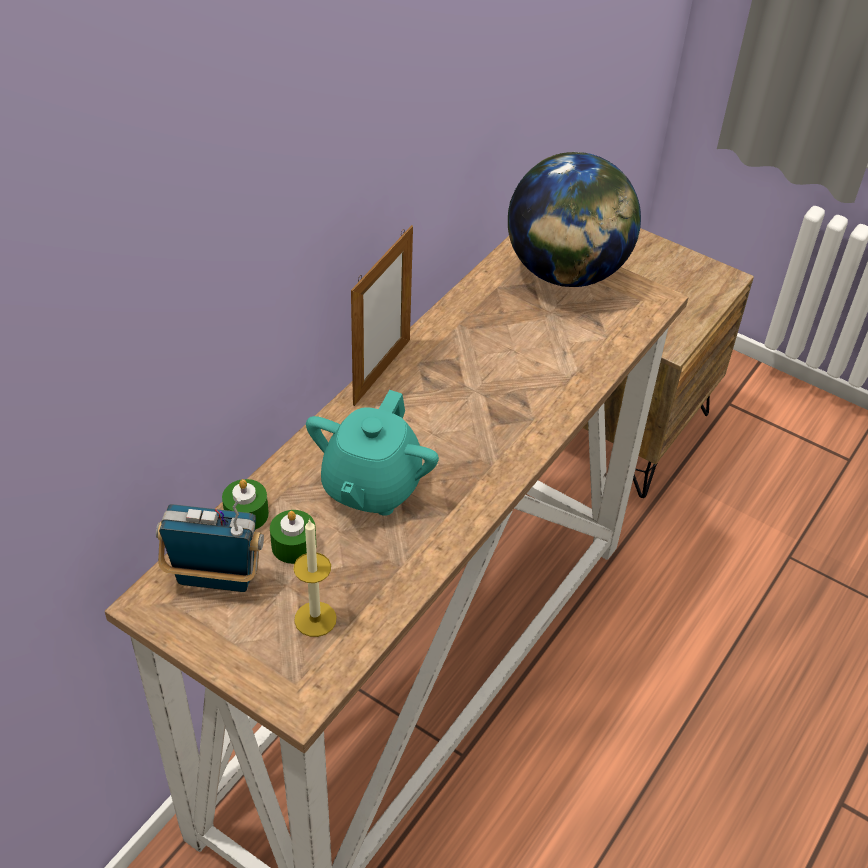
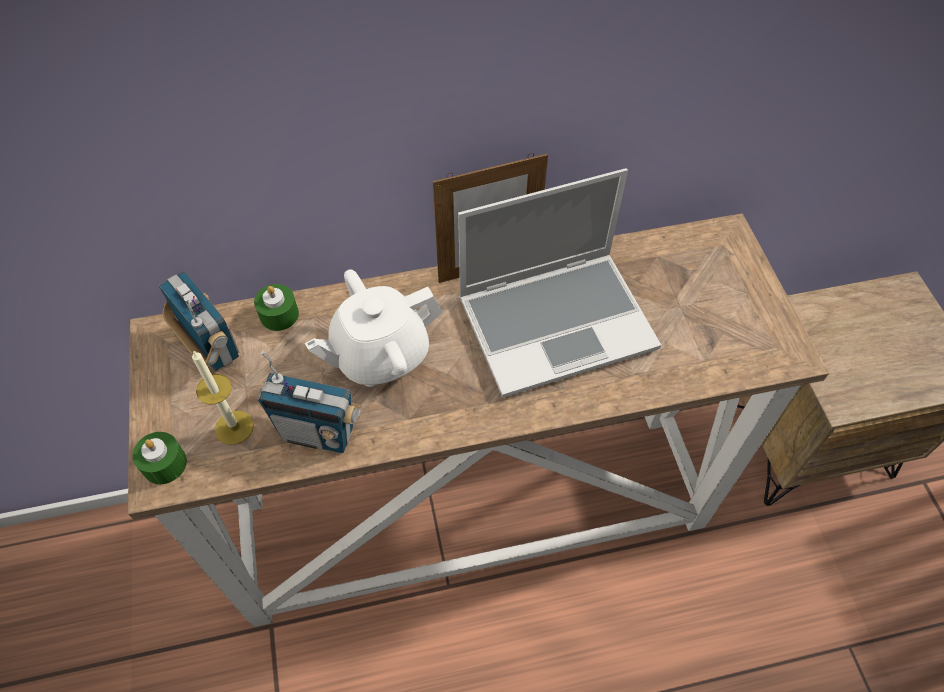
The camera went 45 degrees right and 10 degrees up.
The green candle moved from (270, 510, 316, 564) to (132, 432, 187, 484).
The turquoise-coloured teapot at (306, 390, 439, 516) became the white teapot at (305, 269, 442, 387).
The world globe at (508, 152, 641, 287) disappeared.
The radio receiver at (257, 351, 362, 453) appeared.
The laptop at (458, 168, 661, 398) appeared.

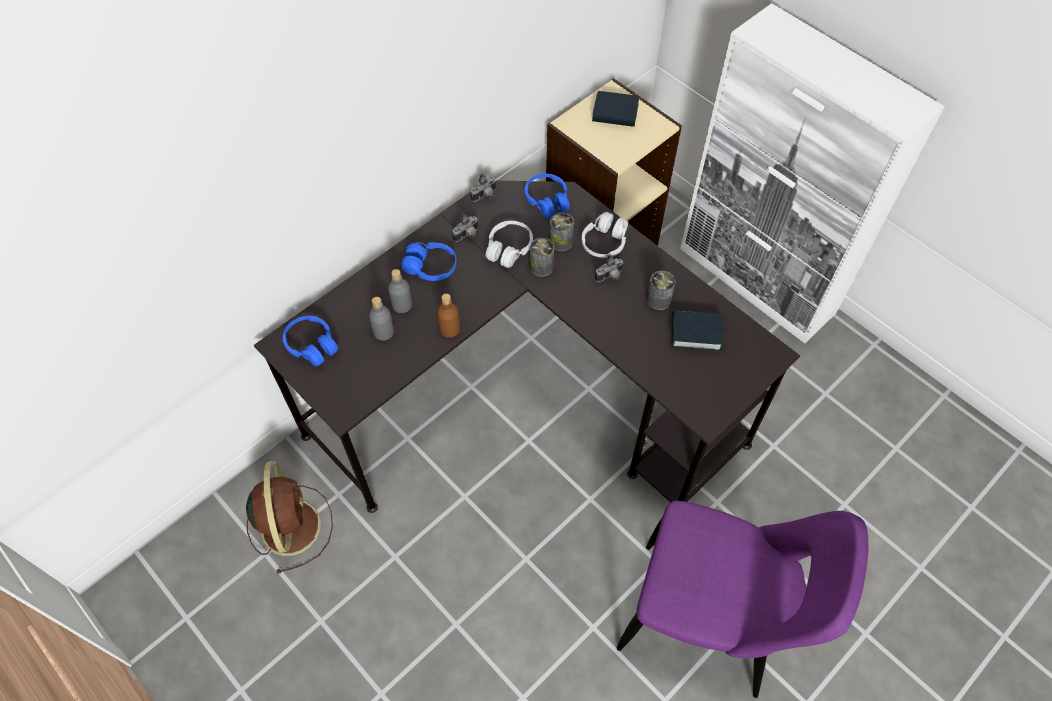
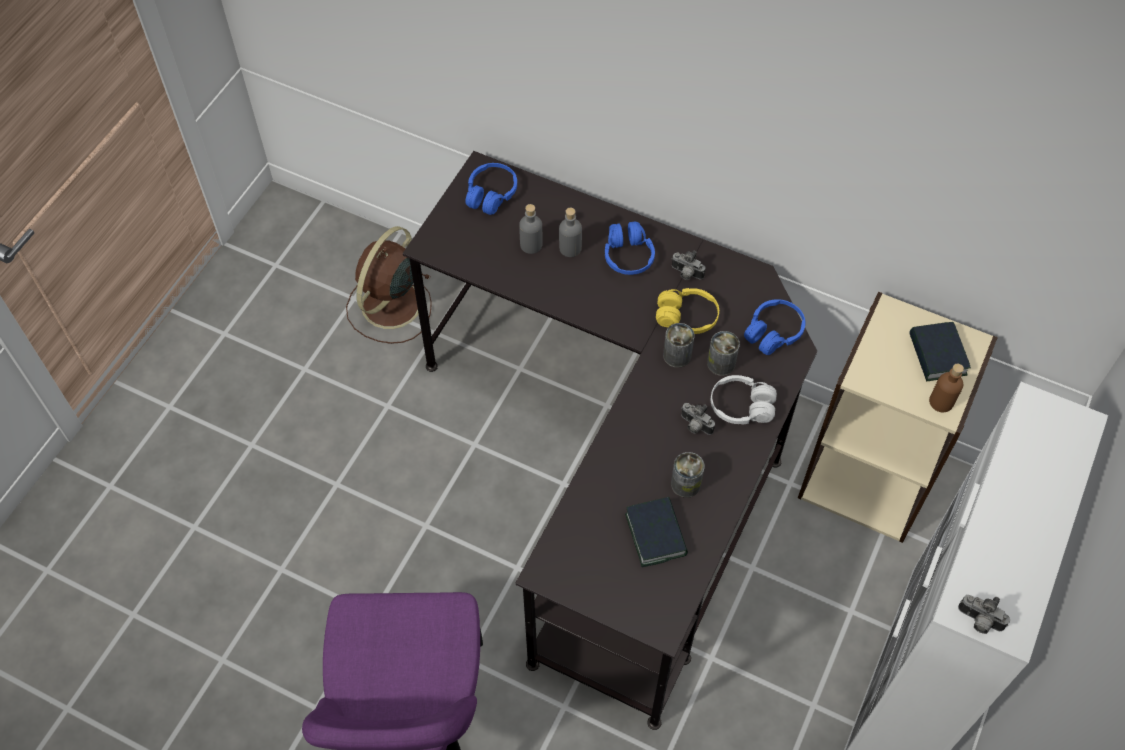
The camera went 70 degrees right and 0 degrees up.
The brownish cooling fan at (246, 461, 333, 574) turned 150 degrees clockwise.
The brownish beverage bottle moved from (437, 294, 460, 338) to (929, 364, 964, 412).
The photo camera moved from (470, 174, 496, 202) to (958, 595, 1010, 634).
The white headphones at (485, 221, 533, 268) became the yellow-coloured headphones at (656, 288, 719, 334).

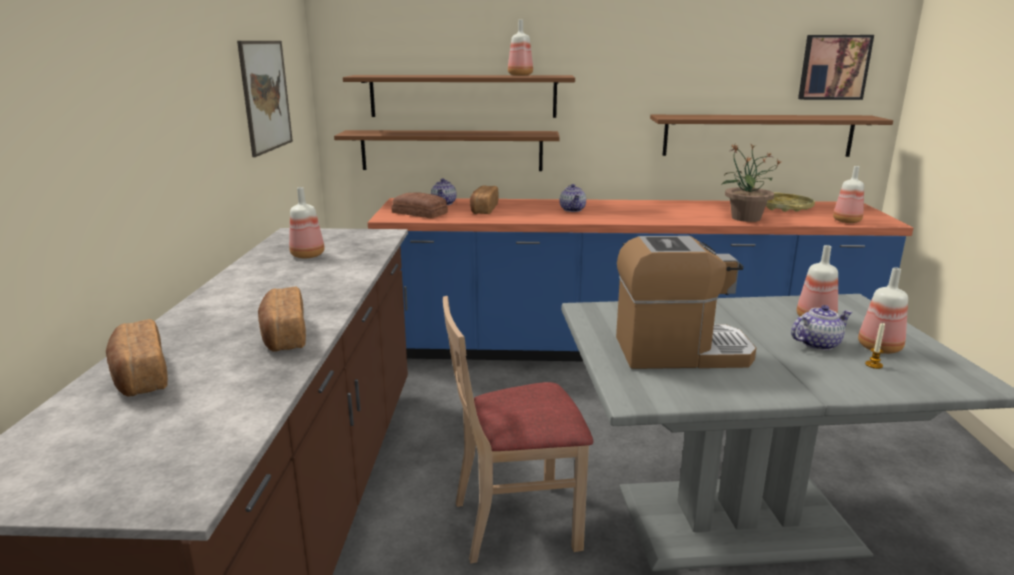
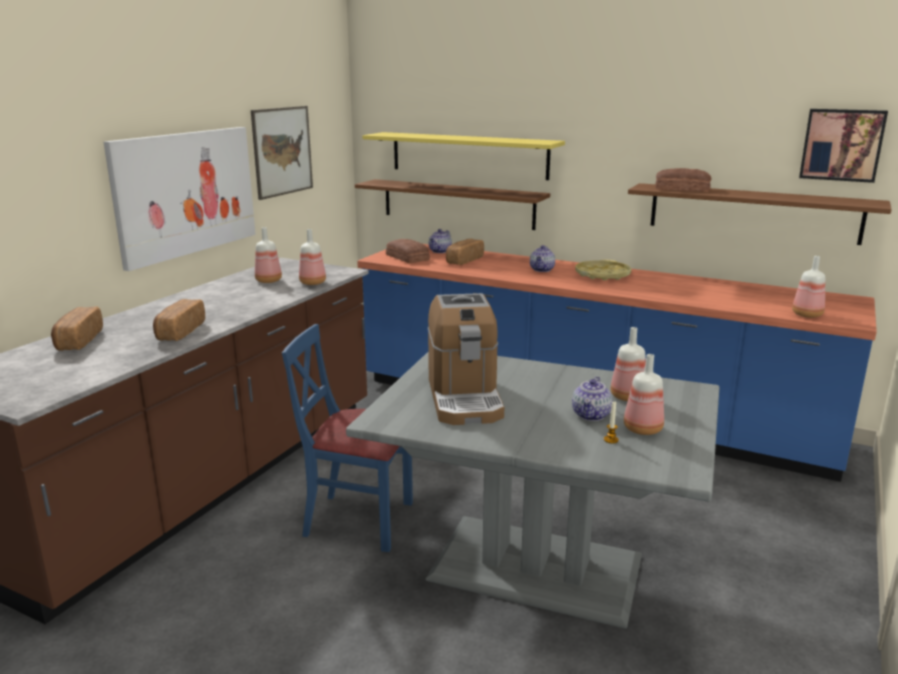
The camera went 25 degrees right and 0 degrees up.
The brownish bracket shelf at (343, 75, 575, 118) became the yellow-coloured bracket shelf at (362, 132, 565, 180).
The sand-coloured plain chair at (443, 296, 593, 563) became the bluish plain chair at (282, 324, 413, 552).
The beverage bottle moved from (508, 20, 533, 76) to (299, 229, 326, 285).
The coffee machine at (616, 236, 756, 369) turned 60 degrees clockwise.
The potted plant at (721, 144, 781, 222) disappeared.
The yellow-coloured carrying tray moved from (766, 192, 815, 212) to (575, 260, 632, 281).
The teapot at (791, 305, 852, 351) turned 105 degrees clockwise.
The wall picture at (104, 127, 256, 271) appeared.
The baked bread at (655, 168, 711, 192) appeared.

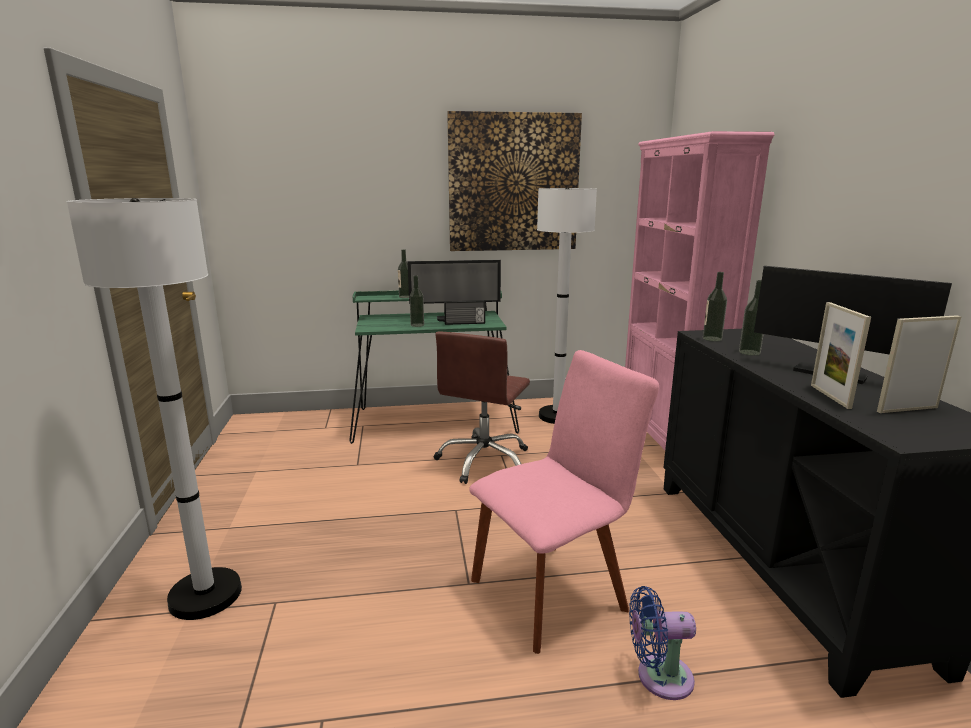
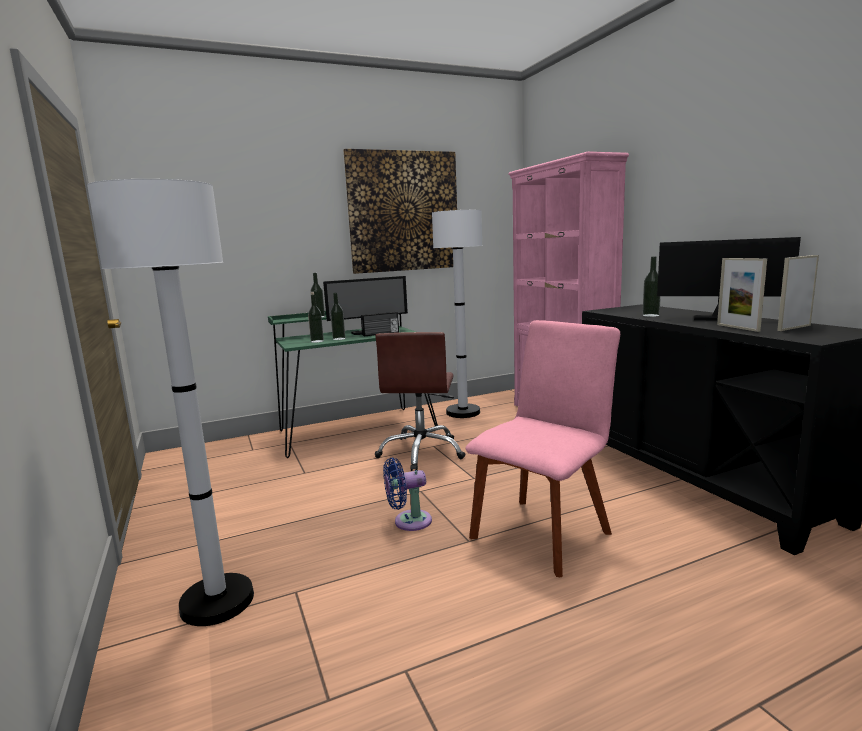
The camera went 15 degrees left and 5 degrees down.
The bluish cooling fan moved from (629, 586, 696, 700) to (383, 458, 432, 531).
The beverage bottle moved from (703, 272, 727, 341) to (308, 294, 324, 343).

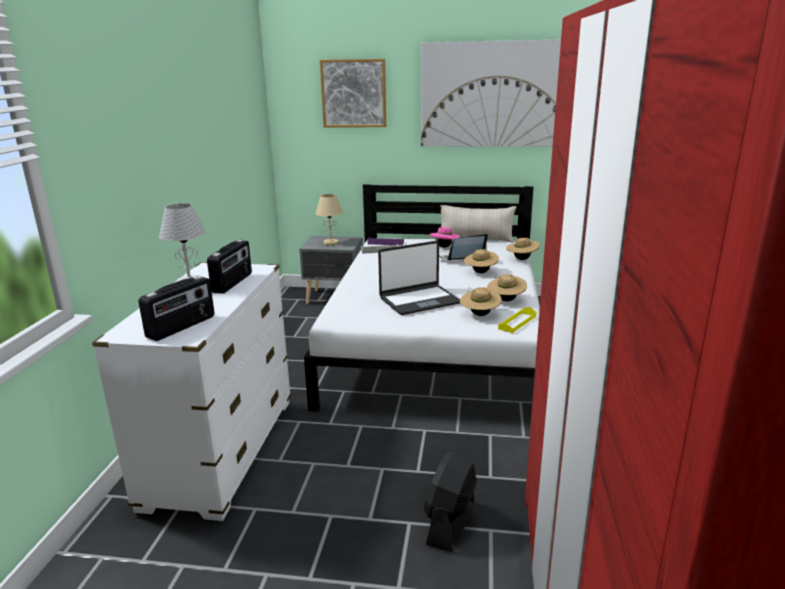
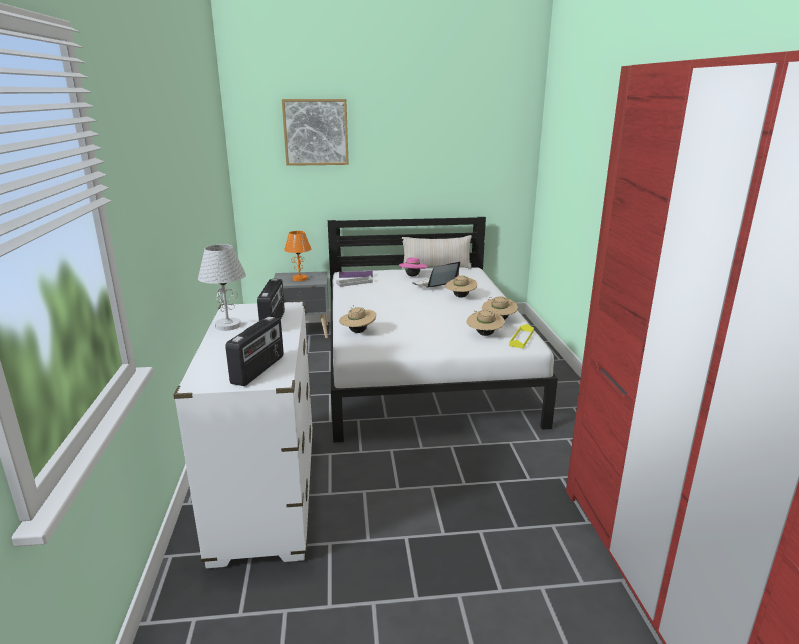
The camera went 15 degrees left and 0 degrees up.
The sand-coloured lamp for a table at (316, 194, 343, 246) became the orange lamp for a table at (284, 231, 311, 281).
The laptop at (378, 241, 460, 315) disappeared.
The wall picture at (421, 39, 561, 147) disappeared.
The blackish cooling fan at (424, 451, 477, 552) disappeared.
The sand-coloured wearable hat moved from (506, 236, 540, 260) to (339, 305, 376, 333).

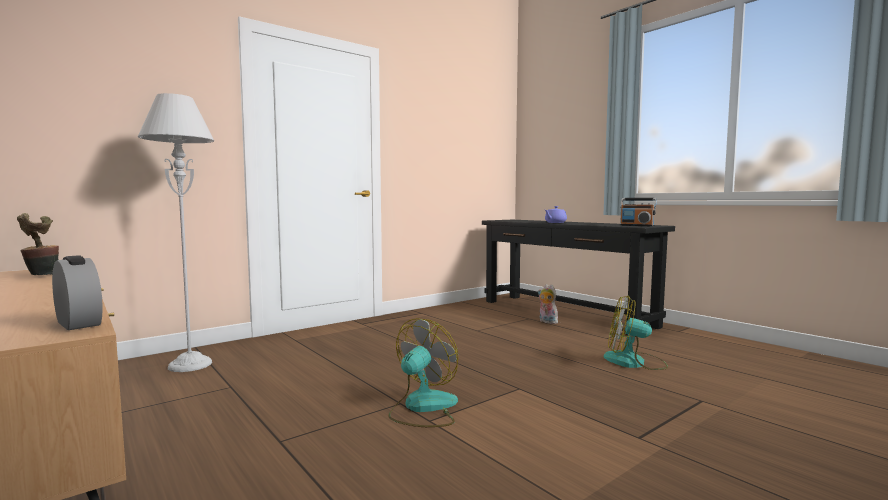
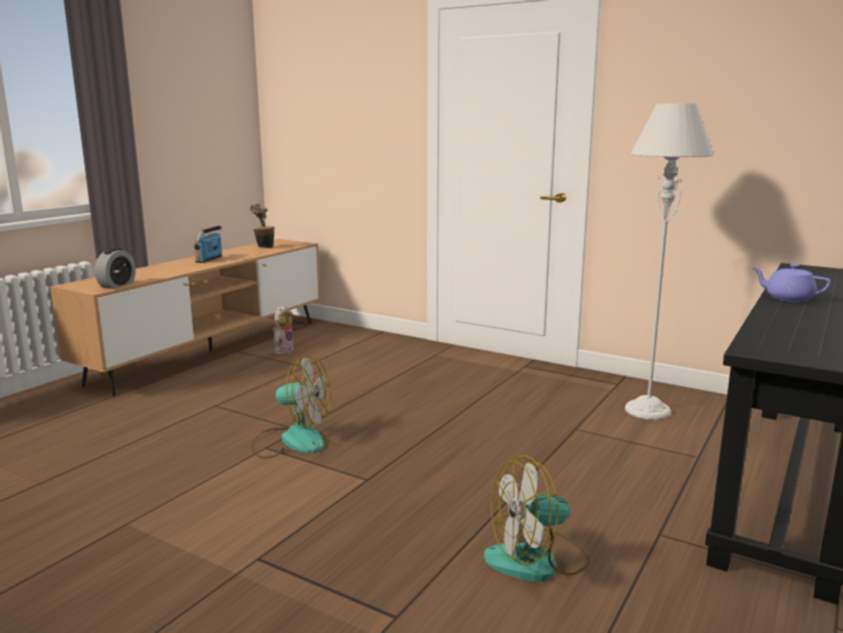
The camera went 70 degrees right and 10 degrees up.
The gray standing lamp moved from (138, 93, 214, 372) to (625, 104, 714, 420).
The cuddly toy moved from (538, 284, 558, 324) to (273, 305, 295, 355).
The cooling fan at (604, 295, 668, 370) turned 105 degrees counterclockwise.
The radio receiver moved from (620, 198, 657, 226) to (194, 225, 222, 263).

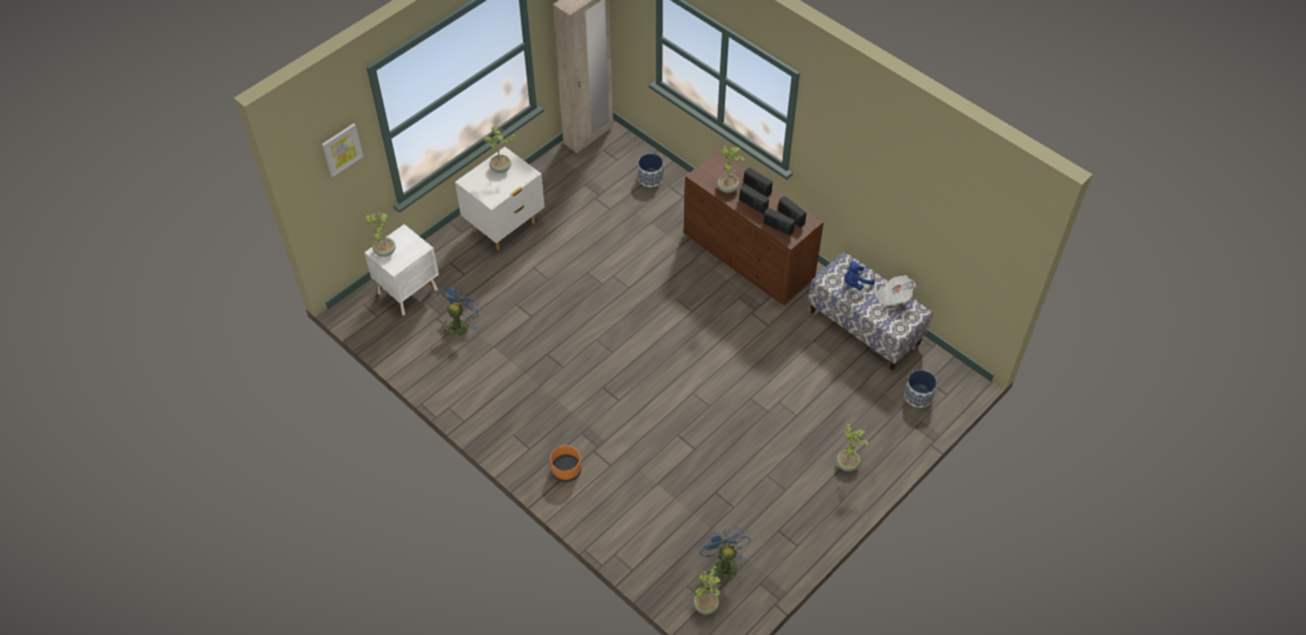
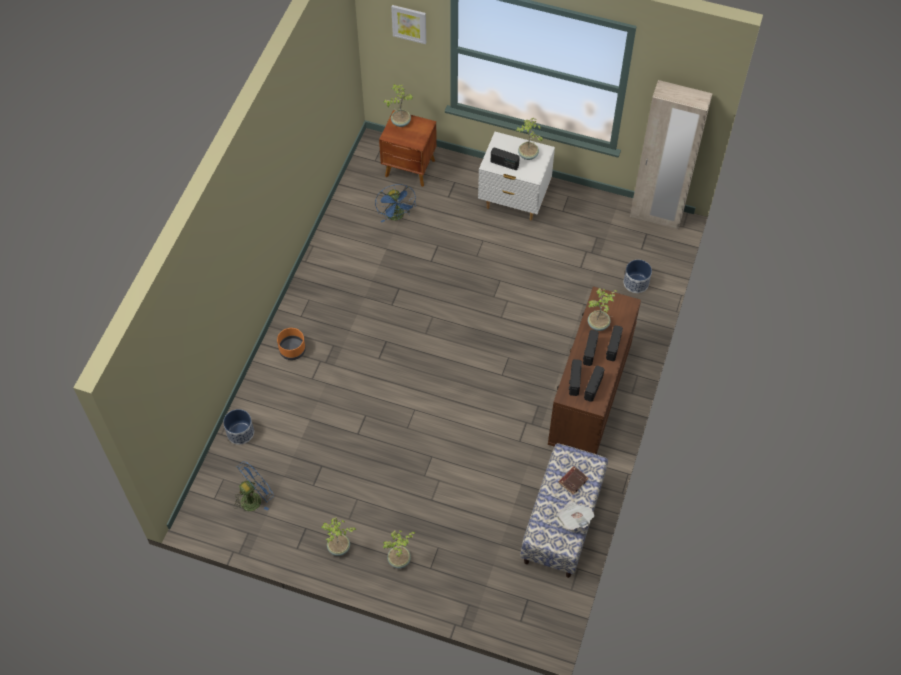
The camera went 65 degrees right and 5 degrees up.
The white bedside table at (364, 224, 439, 315) became the brownish bedside table at (379, 110, 437, 187).
The bluish cooling fan at (437, 284, 482, 337) turned 75 degrees clockwise.
The potted plant moved from (694, 566, 722, 615) to (321, 517, 357, 556).
The bluish cuddly toy at (844, 261, 875, 290) was replaced by the brownish volume at (558, 466, 588, 495).
The flower pot moved from (904, 370, 937, 408) to (223, 409, 254, 445).
The radio receiver at (490, 148, 520, 170) appeared.

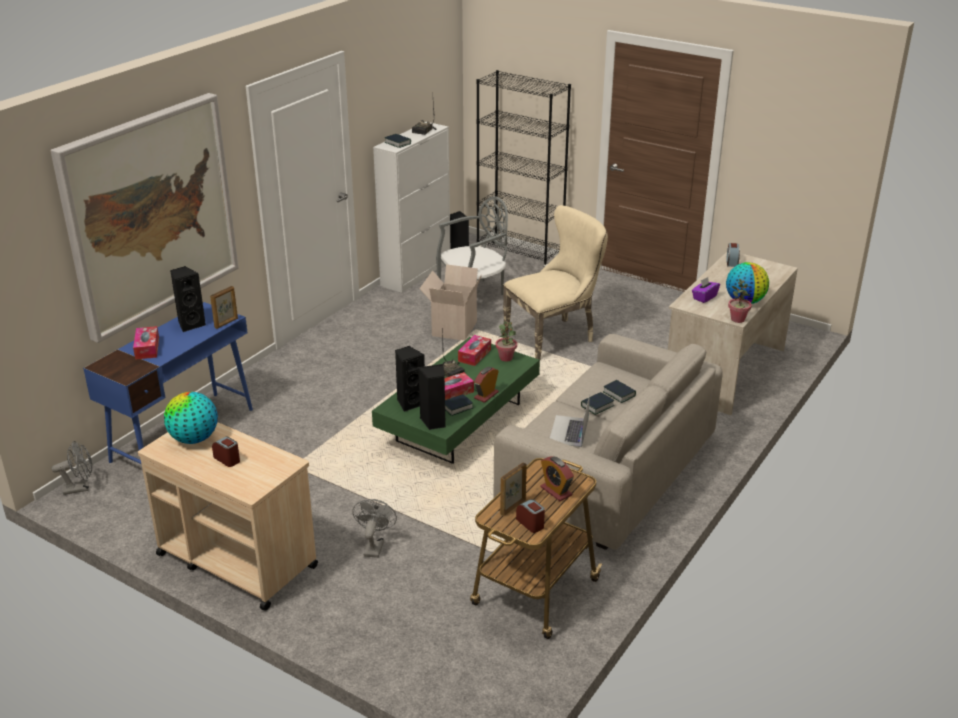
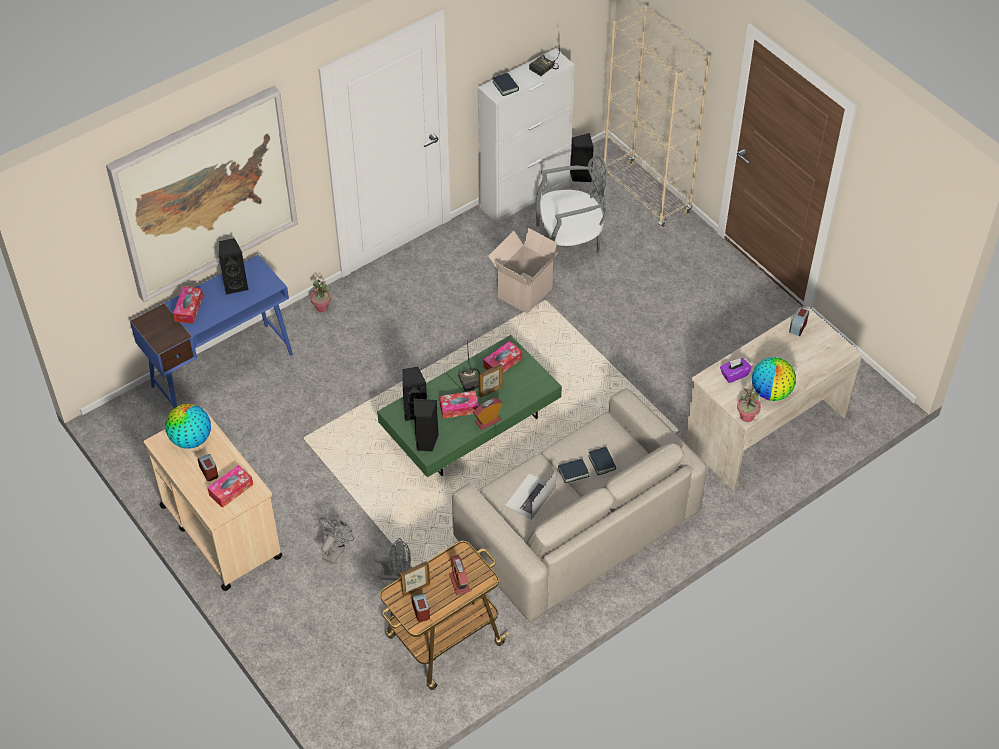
The camera went 20 degrees right and 20 degrees up.
The gray cooling fan moved from (52, 441, 92, 495) to (374, 538, 411, 580).
The standing frame moved from (210, 286, 238, 329) to (479, 364, 503, 397).
The volume at (445, 394, 473, 416) disappeared.
The blackish shelving unit at (476, 70, 571, 267) became the sand-coloured shelving unit at (602, 5, 711, 229).
The potted plant moved from (496, 321, 517, 362) to (310, 279, 331, 312).
The sand-coloured plain chair at (503, 205, 608, 360) disappeared.
The tissue holder at (208, 465, 253, 508) appeared.

